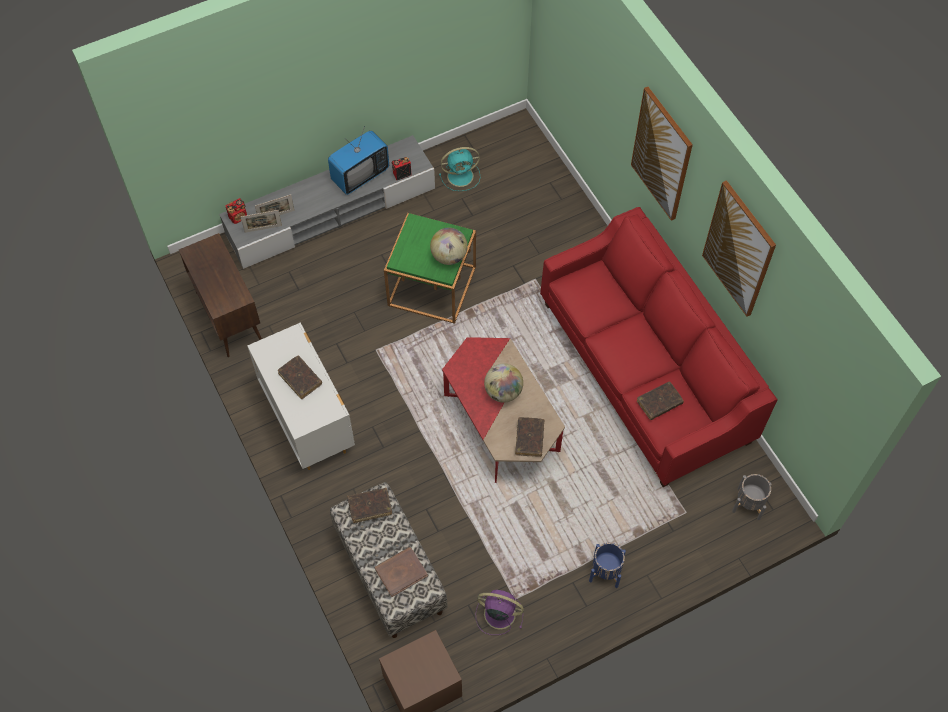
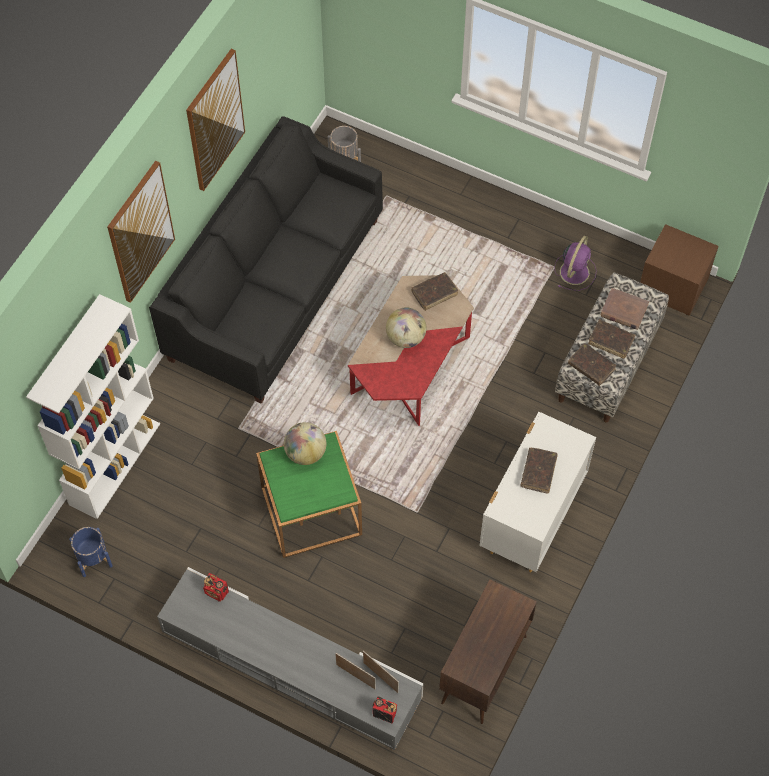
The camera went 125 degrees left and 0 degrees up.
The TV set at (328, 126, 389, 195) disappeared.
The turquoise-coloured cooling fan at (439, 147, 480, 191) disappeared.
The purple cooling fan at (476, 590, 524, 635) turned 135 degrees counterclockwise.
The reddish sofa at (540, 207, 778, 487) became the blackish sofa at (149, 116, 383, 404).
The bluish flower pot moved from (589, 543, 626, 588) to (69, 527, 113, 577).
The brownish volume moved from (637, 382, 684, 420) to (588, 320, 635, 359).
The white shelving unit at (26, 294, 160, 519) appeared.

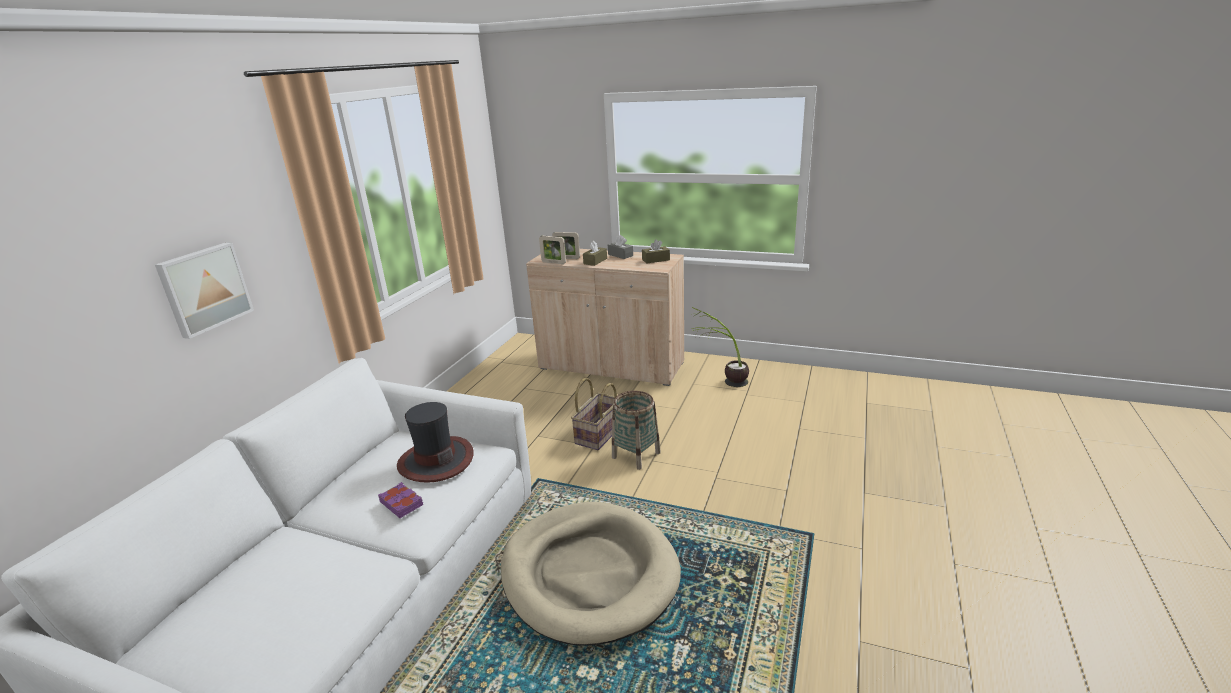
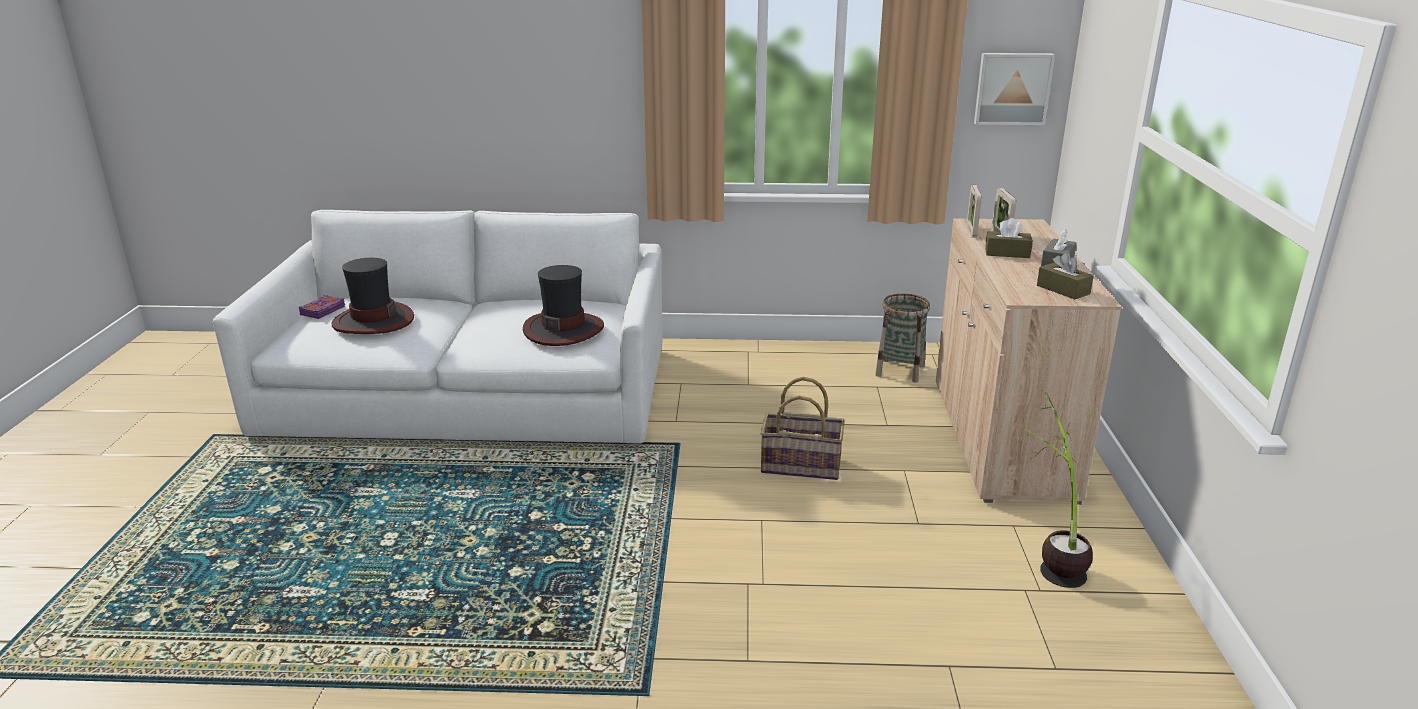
The camera went 70 degrees right and 0 degrees up.
The wall picture moved from (155, 242, 254, 339) to (974, 53, 1055, 125).
The purple volume moved from (378, 482, 423, 518) to (299, 295, 345, 319).
The sand-coloured dog bed at (501, 502, 681, 646) disappeared.
The storage basket moved from (612, 391, 661, 470) to (875, 294, 930, 383).
The wearable hat at (332, 258, 414, 334) appeared.

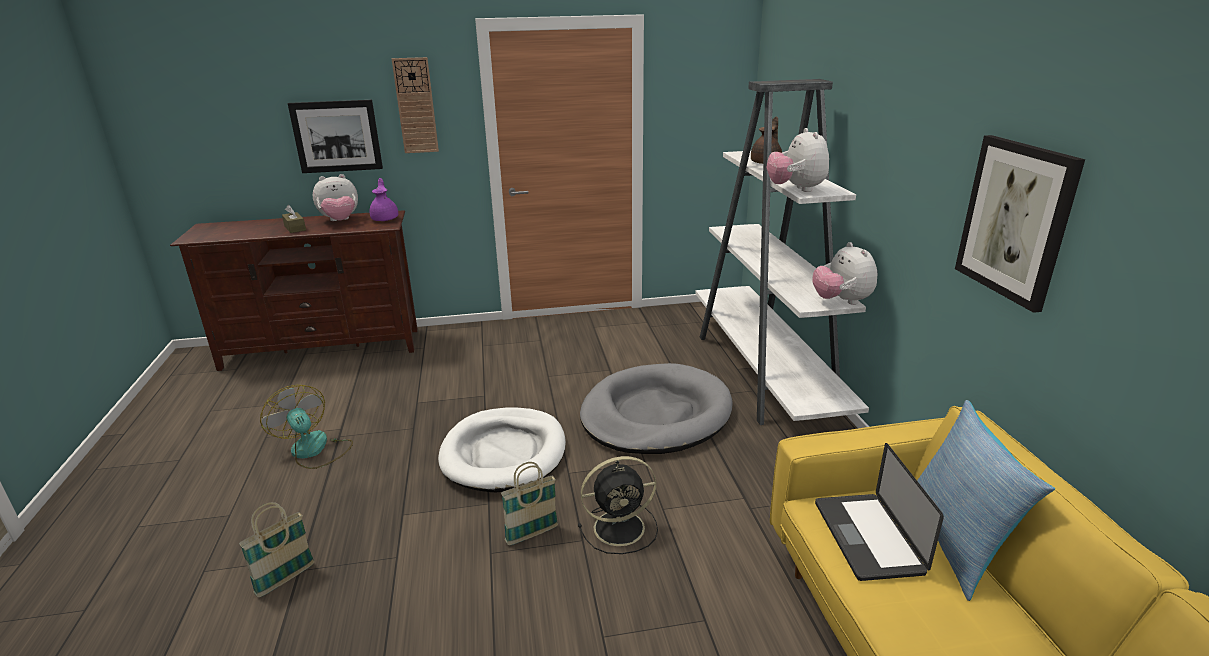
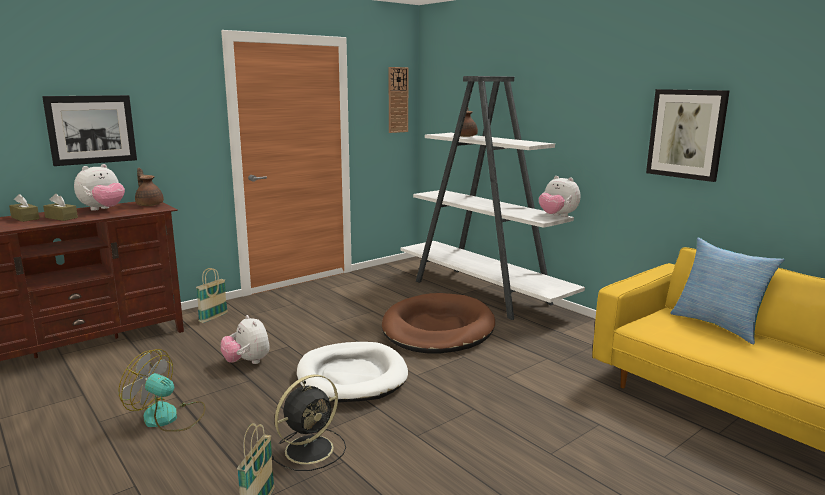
The camera went 30 degrees left and 10 degrees down.
The purple teapot at (370, 178, 398, 221) became the brownish teapot at (135, 168, 164, 206).
The hanging clock moved from (392, 57, 439, 153) to (389, 67, 409, 133).
The storage basket moved from (501, 462, 558, 545) to (196, 268, 228, 323).
The blackish cooling fan moved from (578, 456, 658, 554) to (272, 374, 346, 471).
The gray dog bed at (580, 363, 733, 454) became the brownish dog bed at (382, 293, 495, 354).
The cuddly toy moved from (766, 128, 829, 192) to (221, 315, 270, 364).
The laptop at (815, 443, 944, 581) disappeared.
The brownish tissue holder at (9, 194, 39, 222) appeared.

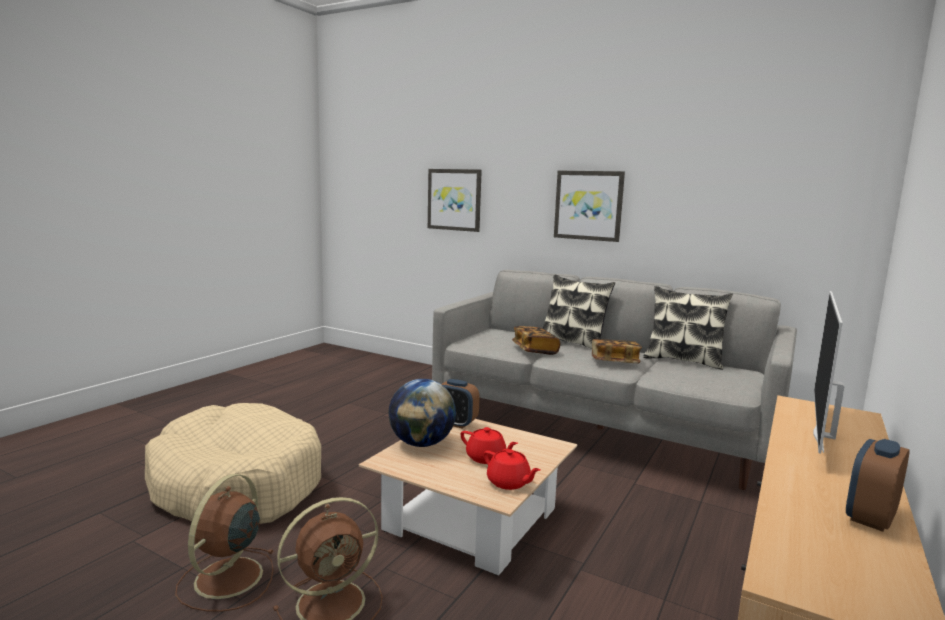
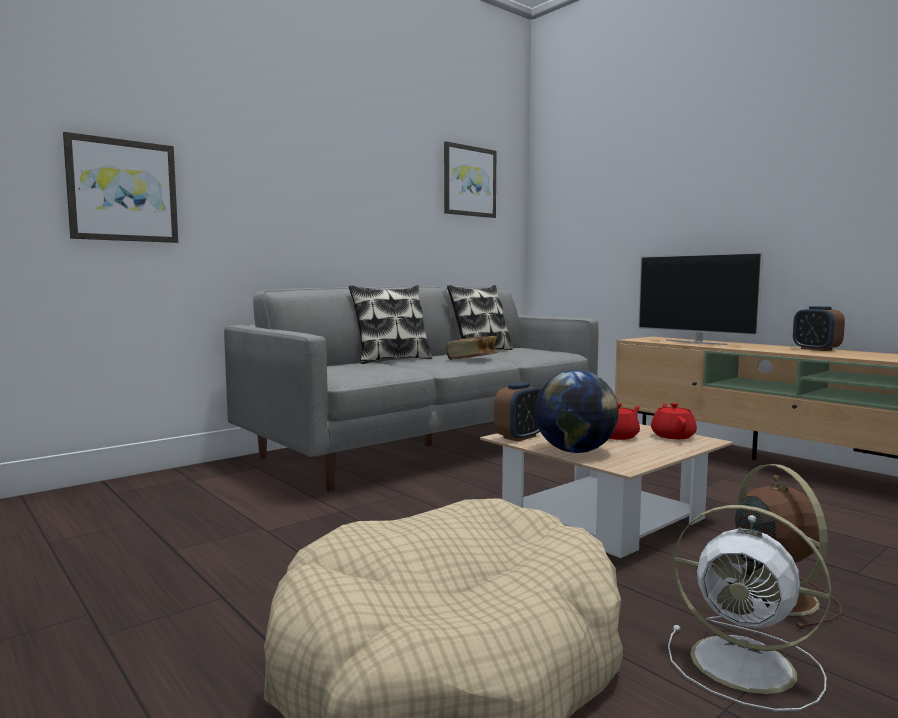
The camera went 70 degrees left and 5 degrees down.
The brownish cooling fan at (175, 474, 274, 612) became the white cooling fan at (668, 505, 831, 711).
The reddish teapot at (484, 449, 540, 490) turned 60 degrees counterclockwise.
The volume at (512, 326, 560, 355) disappeared.
The wall picture moved from (554, 171, 625, 242) to (444, 141, 496, 218).

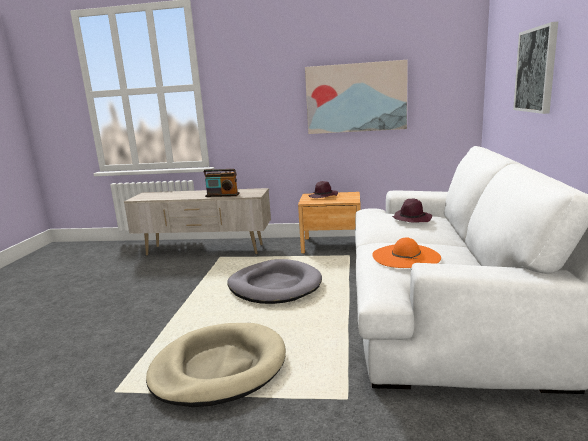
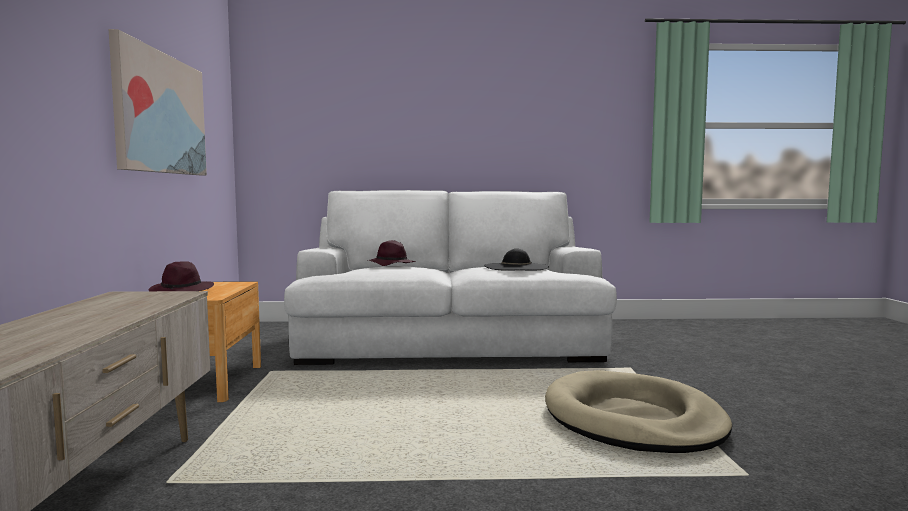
The camera went 100 degrees left and 10 degrees down.
The radio receiver at (203, 169, 240, 197) disappeared.
The gray dog bed at (227, 259, 322, 304) disappeared.
The orange wearable hat at (372, 238, 441, 268) became the blackish wearable hat at (484, 249, 549, 270).
The wall picture at (513, 22, 558, 114) disappeared.

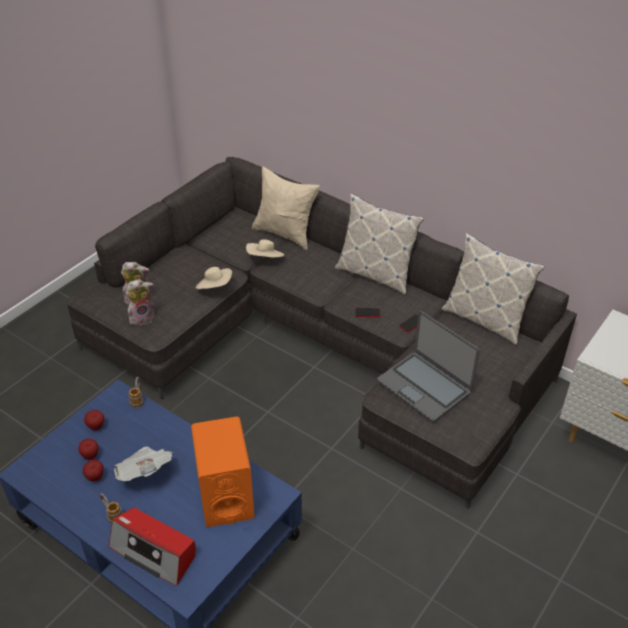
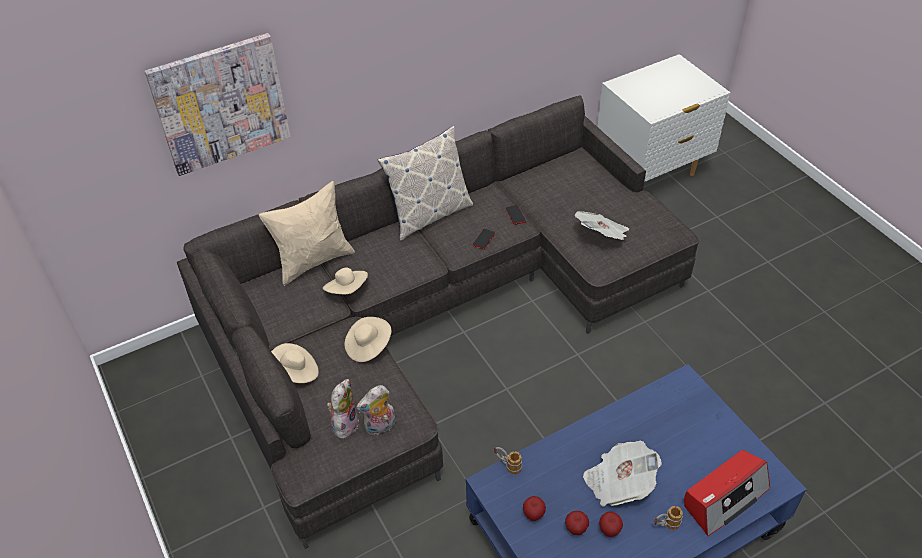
The camera went 65 degrees left and 5 degrees up.
The cuddly toy at (126, 279, 154, 327) turned 120 degrees counterclockwise.
The orange loudspeaker at (191, 416, 254, 527) disappeared.
The laptop at (377, 311, 480, 423) was replaced by the printed paper at (575, 211, 629, 240).
The pillow at (442, 233, 545, 345) disappeared.
The wall picture at (145, 33, 291, 176) appeared.
The sand-coloured wearable hat at (271, 343, 319, 383) appeared.

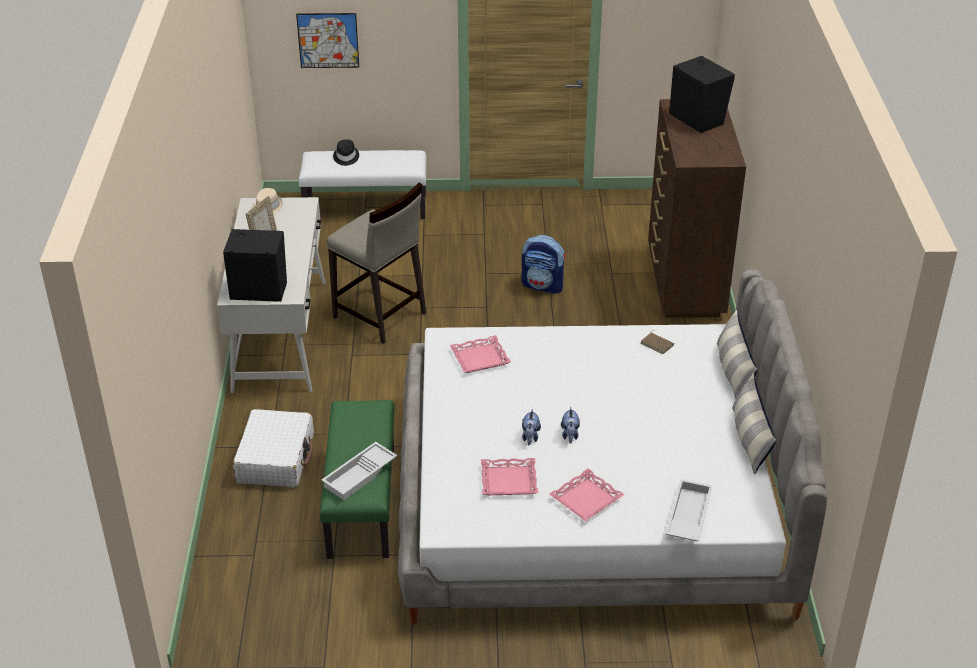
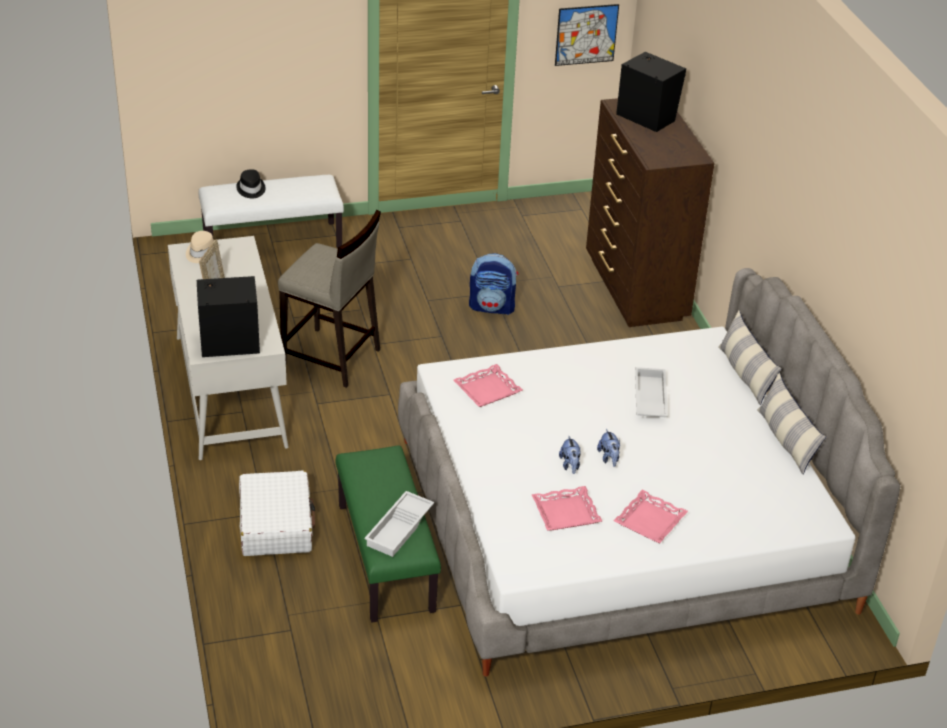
The camera went 15 degrees left and 0 degrees up.
The wall picture moved from (296, 13, 359, 68) to (555, 4, 619, 66).
The brownish volume at (641, 330, 674, 355) disappeared.
The white carrying tray moved from (665, 479, 713, 541) to (635, 367, 668, 417).

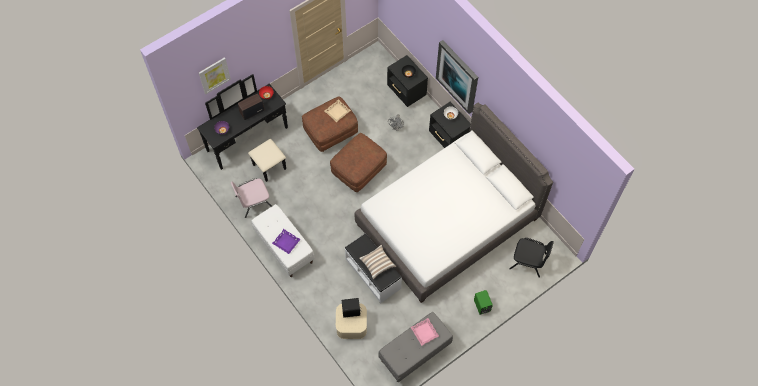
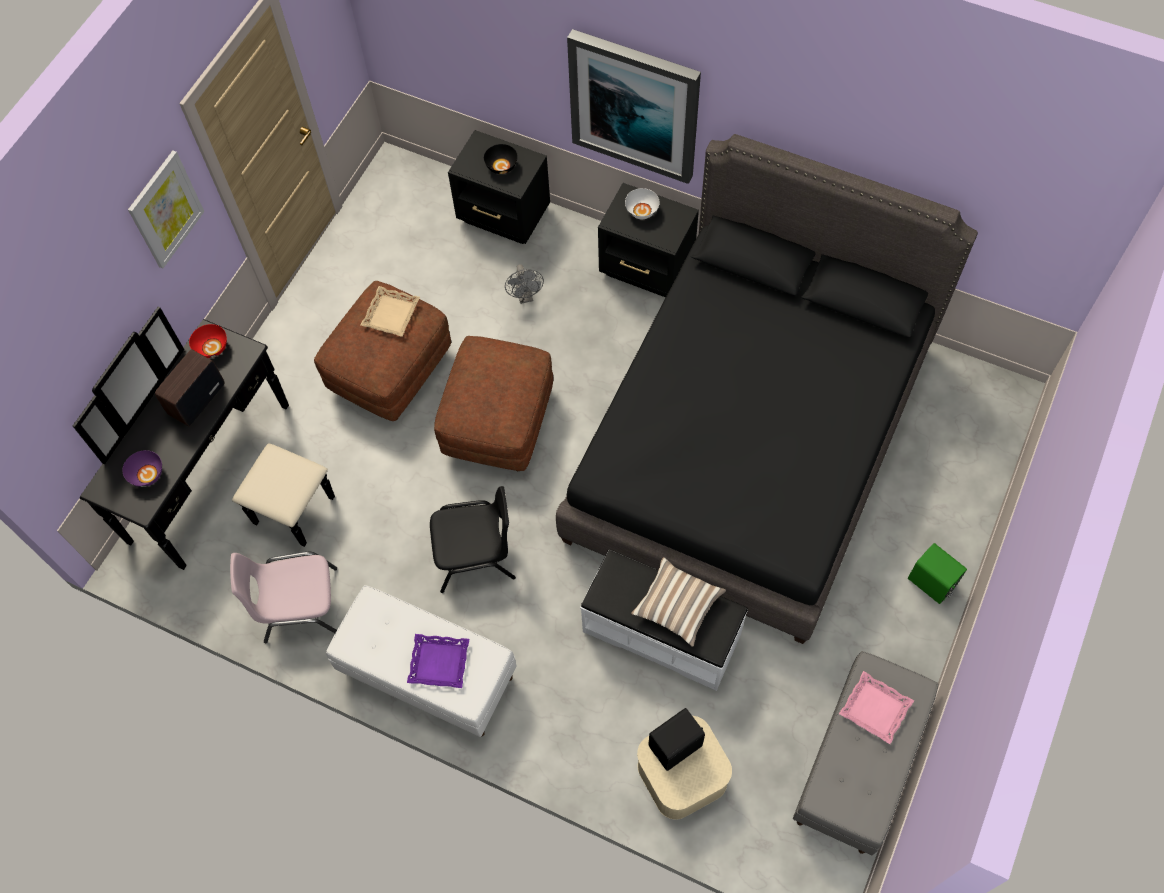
The camera went 25 degrees left and 0 degrees up.
The wall picture moved from (199, 57, 231, 94) to (128, 151, 204, 268).
The pinkish plain chair at (231, 178, 272, 218) turned 45 degrees clockwise.
The white sleeping bed at (355, 102, 553, 303) became the blackish sleeping bed at (556, 134, 978, 644).
The blackish plain chair moved from (509, 238, 554, 278) to (430, 486, 516, 593).

